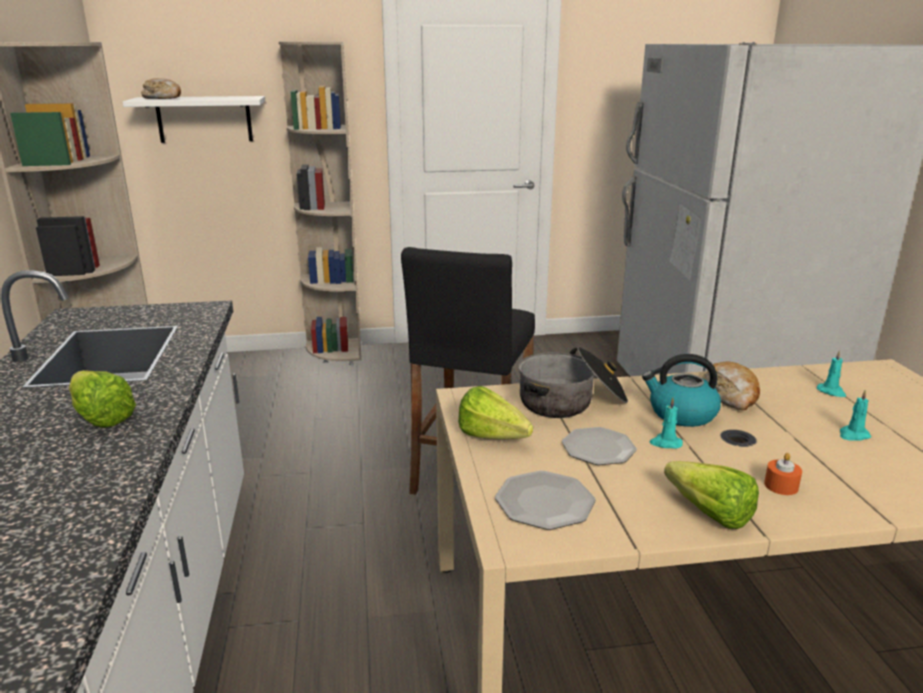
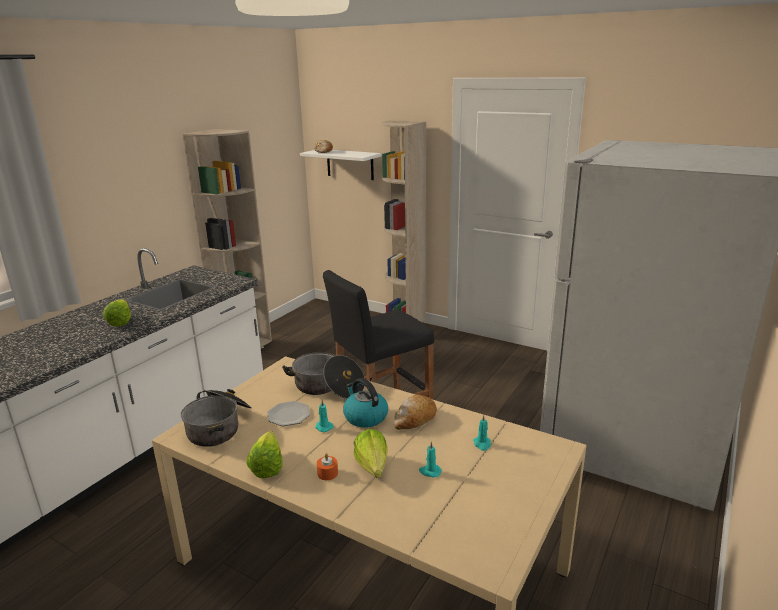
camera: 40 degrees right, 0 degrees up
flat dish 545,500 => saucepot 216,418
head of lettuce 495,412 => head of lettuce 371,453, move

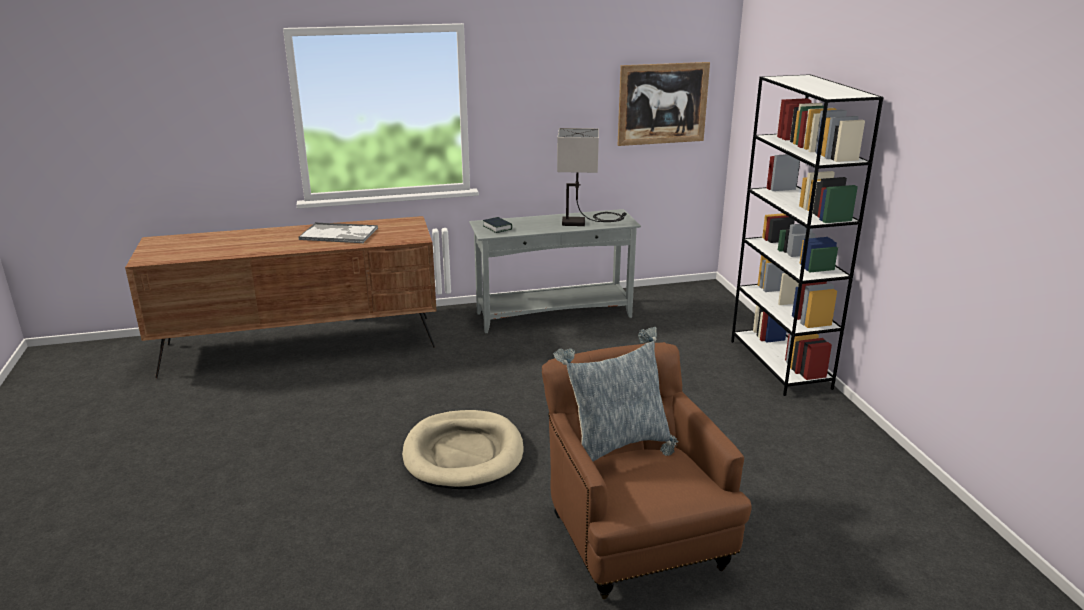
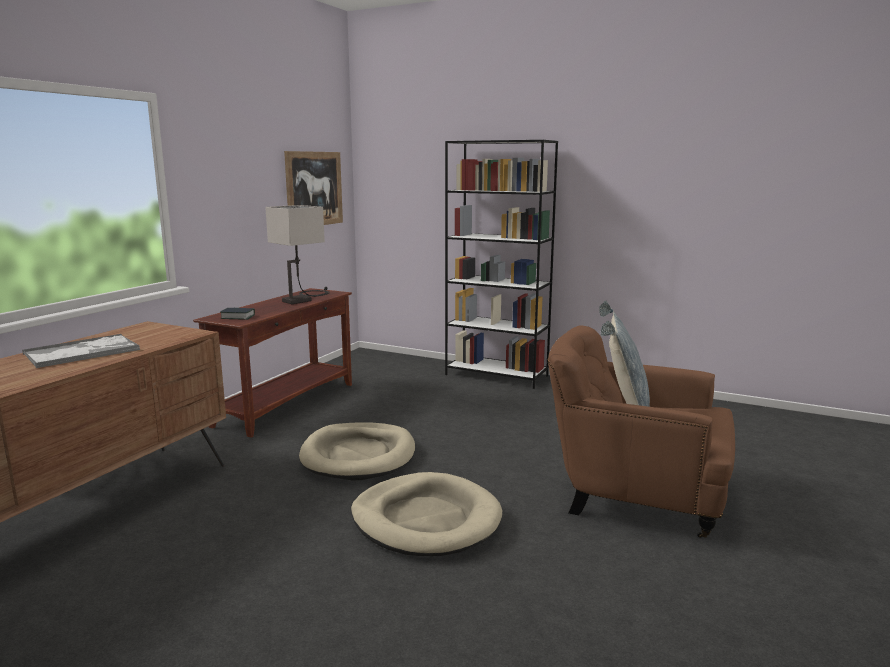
camera: 50 degrees left, 10 degrees down
greyish narrow table 555,271 => brown narrow table 272,363
nothing => sand-coloured dog bed 357,451

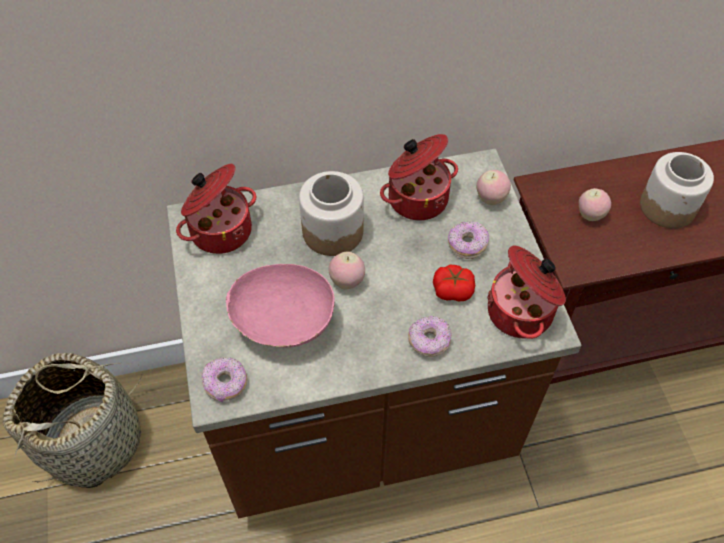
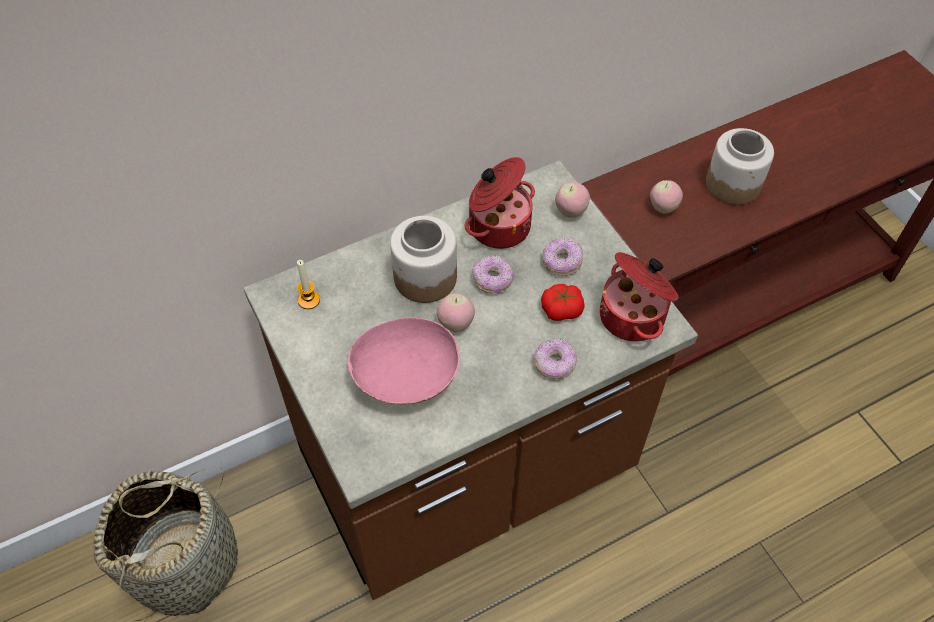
camera: 15 degrees left, 0 degrees up
saucepot 216,209 => wax candle 308,284
doughnut 224,379 => doughnut 493,274, move

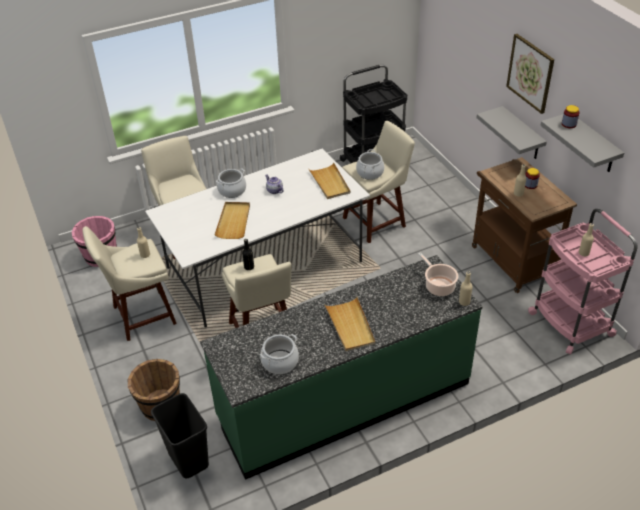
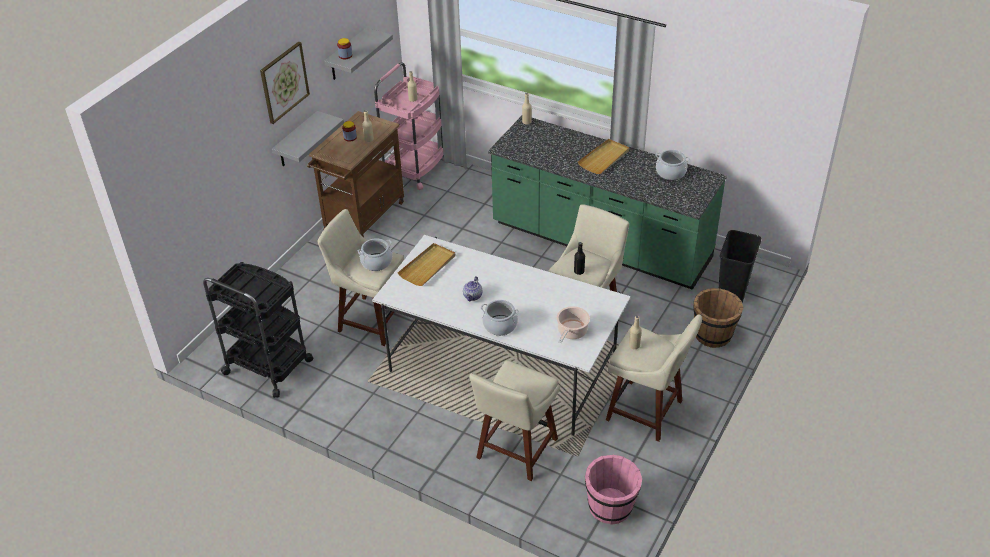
camera: 125 degrees left, 0 degrees up
saucepot 438,274 => saucepot 573,324, move
sand-coloured carrying tray 232,220 => nothing

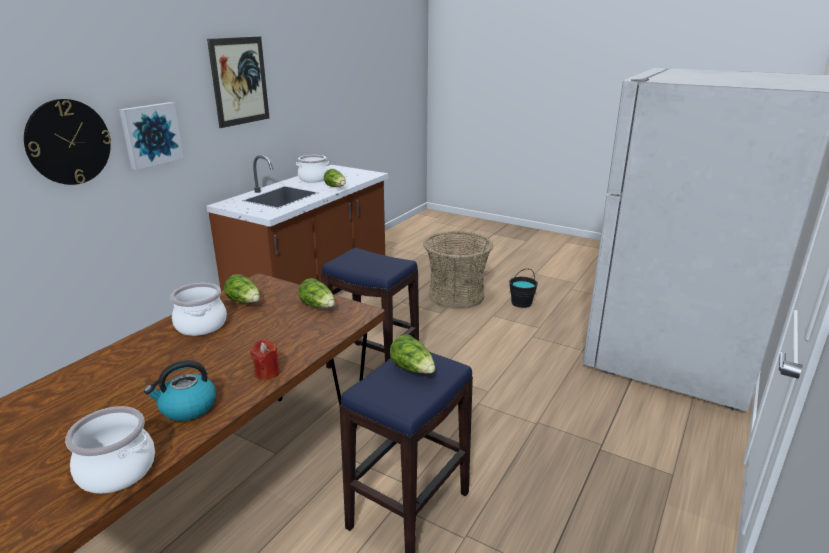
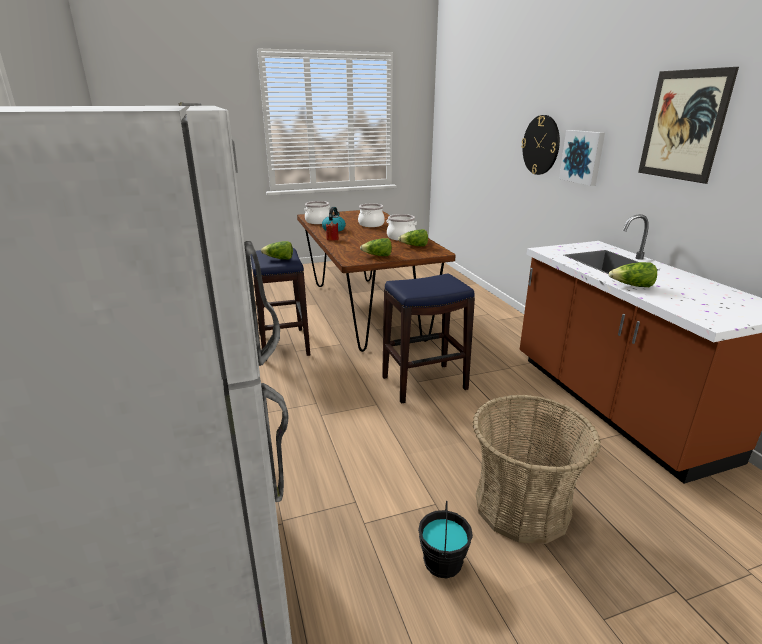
camera: 130 degrees right, 0 degrees up
saucepot 312,169 => saucepot 371,215, move

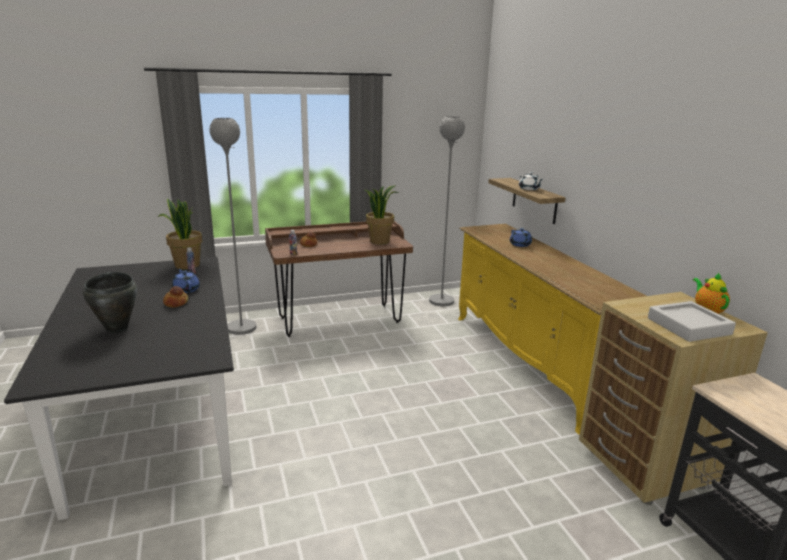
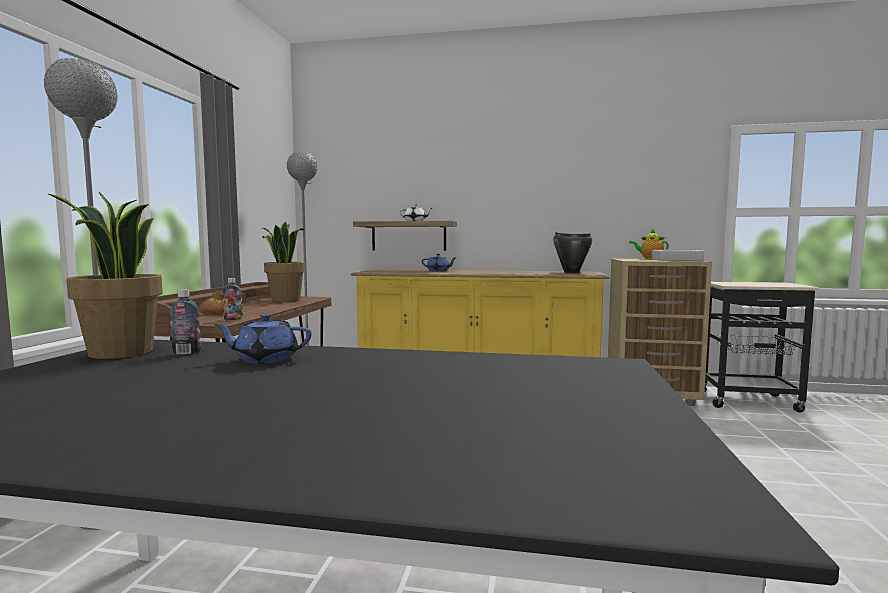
camera: 60 degrees left, 15 degrees down
blackish saucepot 110,302 => blackish saucepot 572,252, move
bakery bread 175,296 => nothing

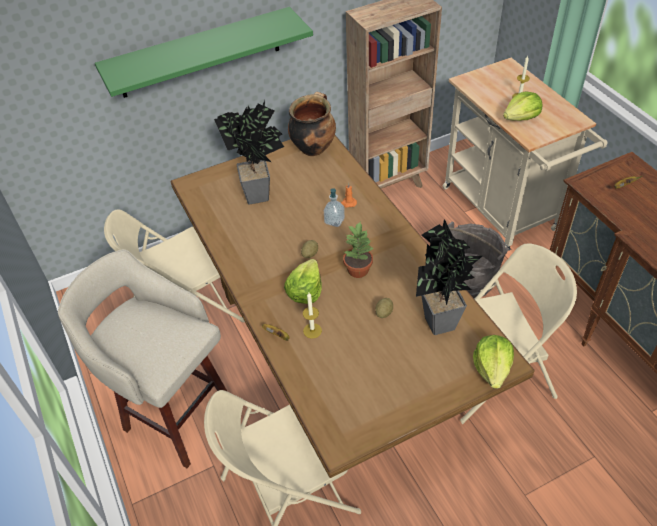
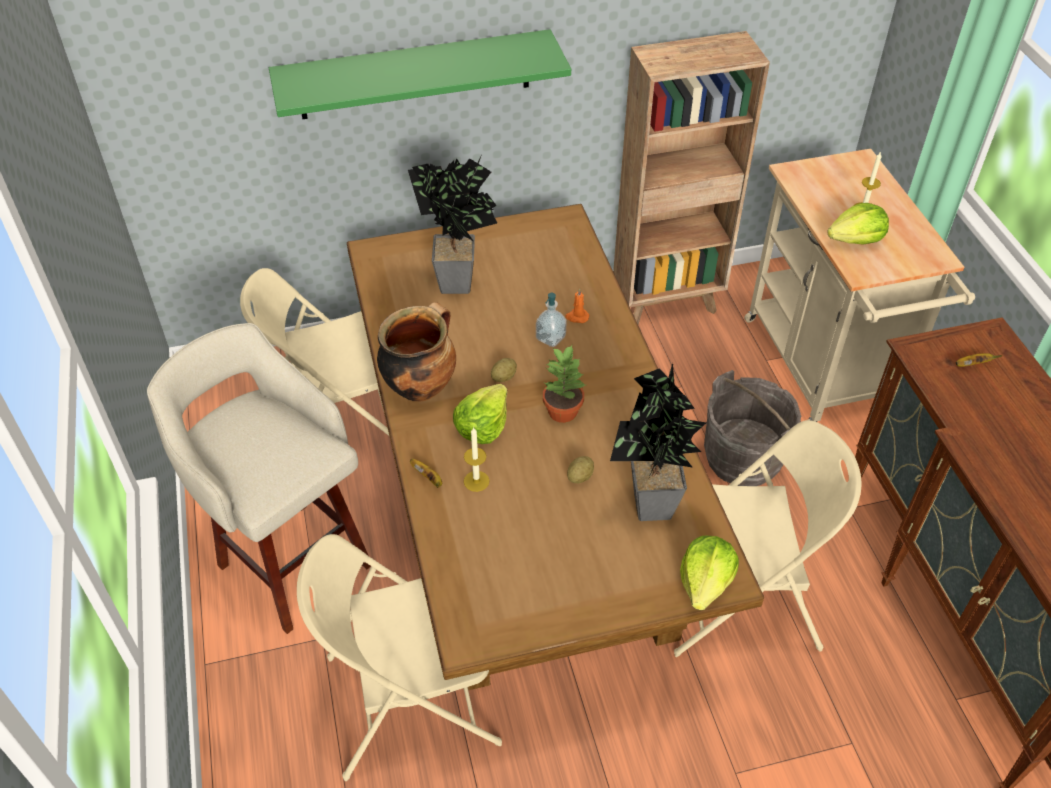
camera: 10 degrees right, 0 degrees up
saucepot 312,124 => saucepot 416,352, move

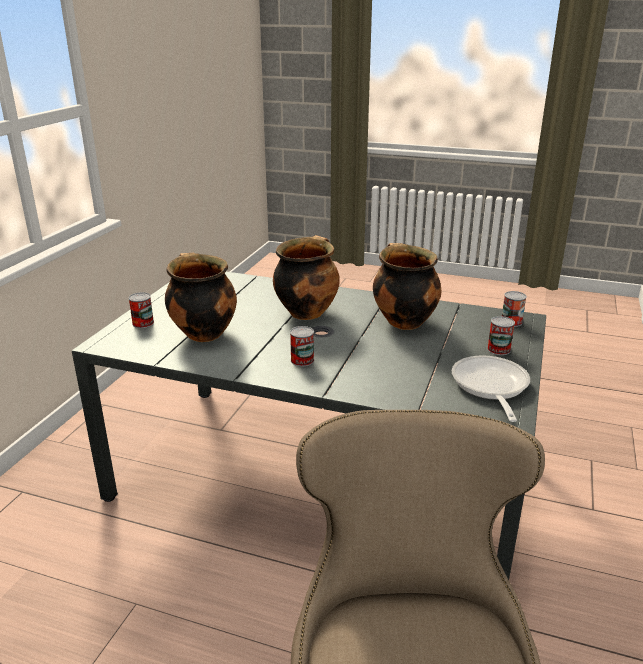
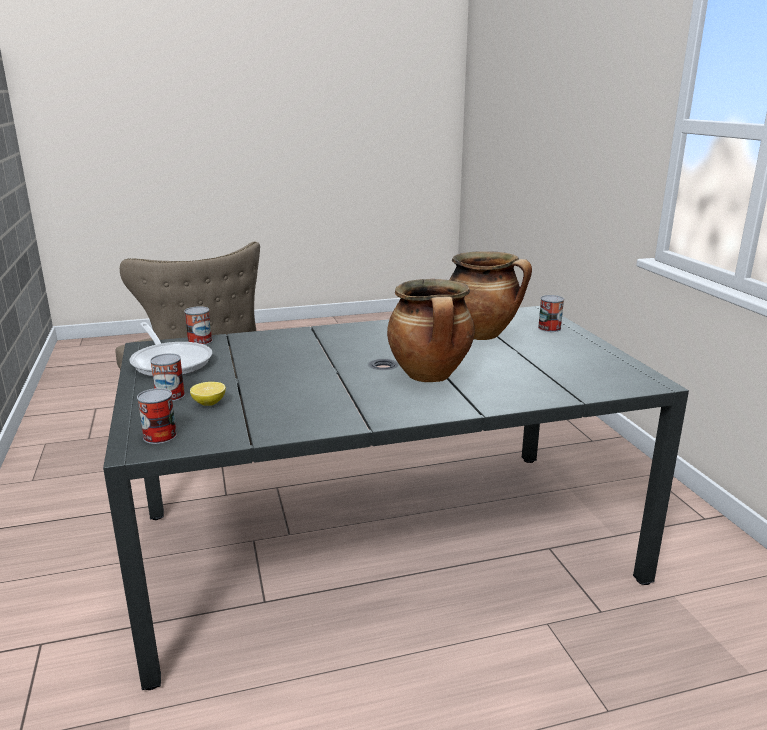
camera: 145 degrees right, 5 degrees down
can 302,346 => can 198,325, move
nothing => lemon 208,394
saucepot 407,286 => nothing

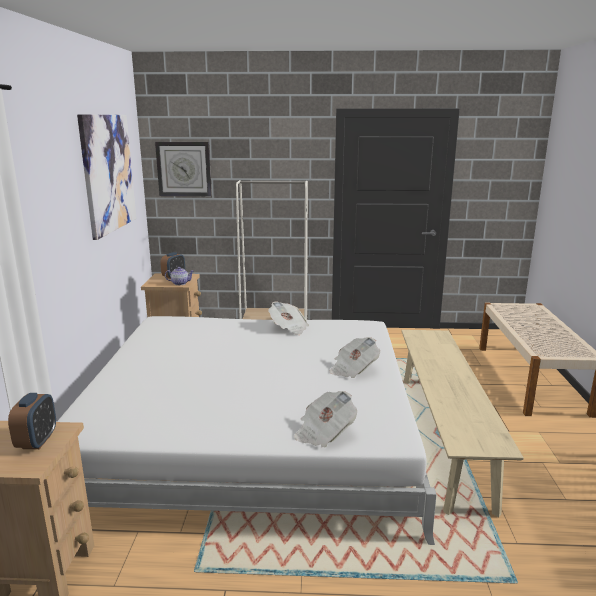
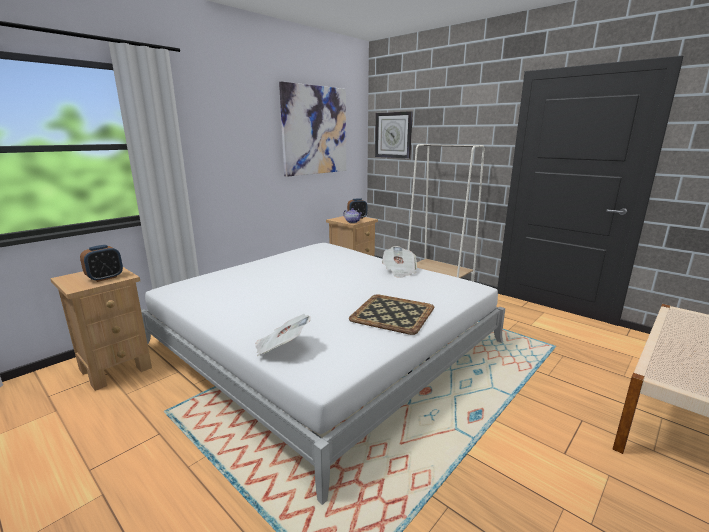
camera: 40 degrees right, 0 degrees up
newspaper 354,357 => carrying tray 391,314
sand-coloured bench 462,423 => nothing

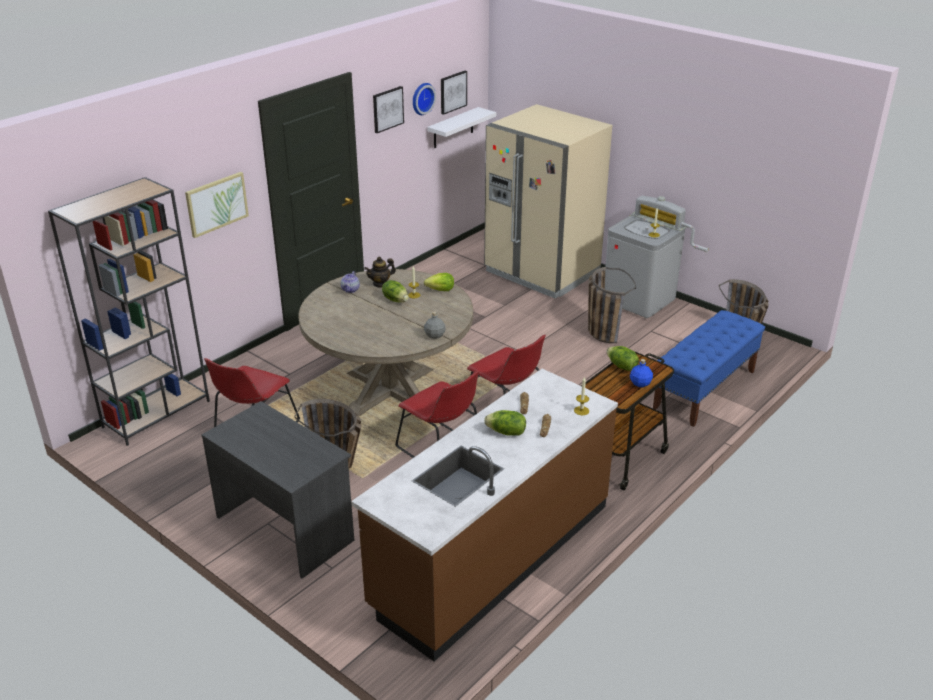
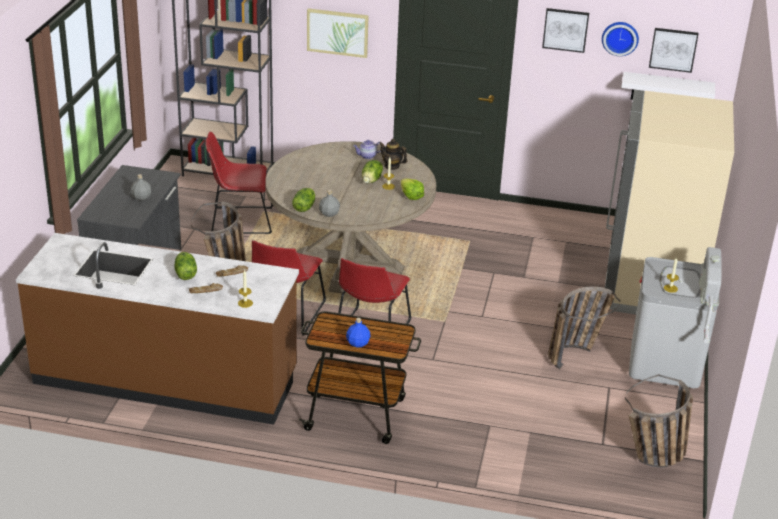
camera: 60 degrees right, 0 degrees up
nothing => greyish drink bottle 141,187
head of lettuce 622,358 => head of lettuce 303,200, move
blue bench 709,368 => nothing

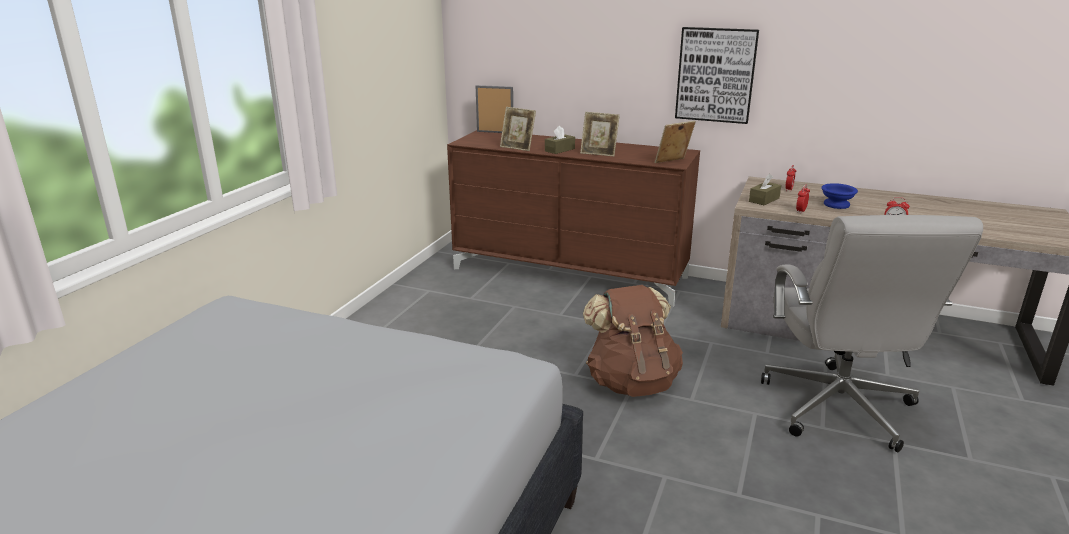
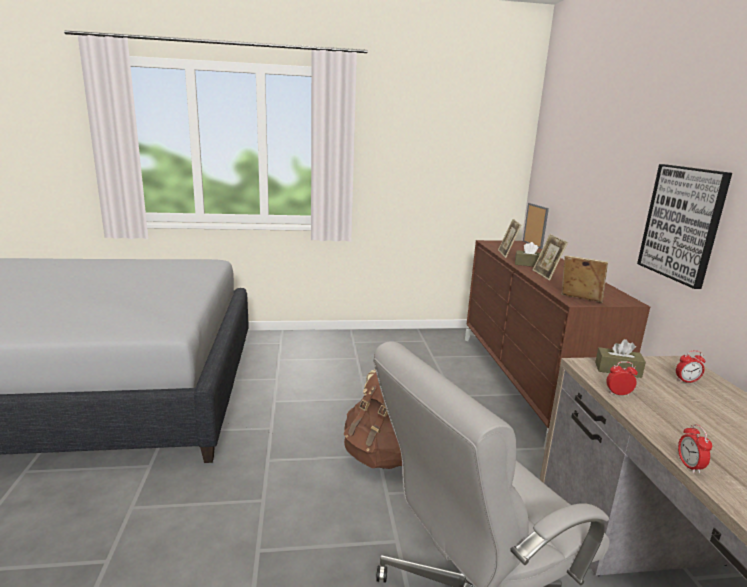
camera: 60 degrees right, 5 degrees down
blue bowl 839,196 => nothing

